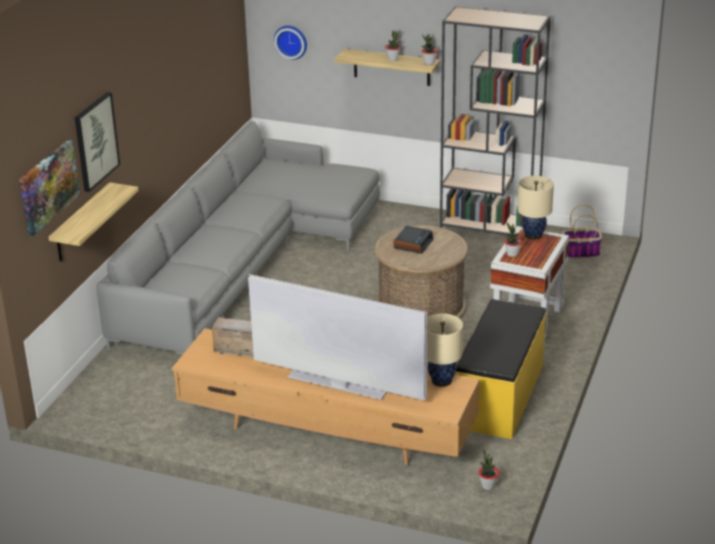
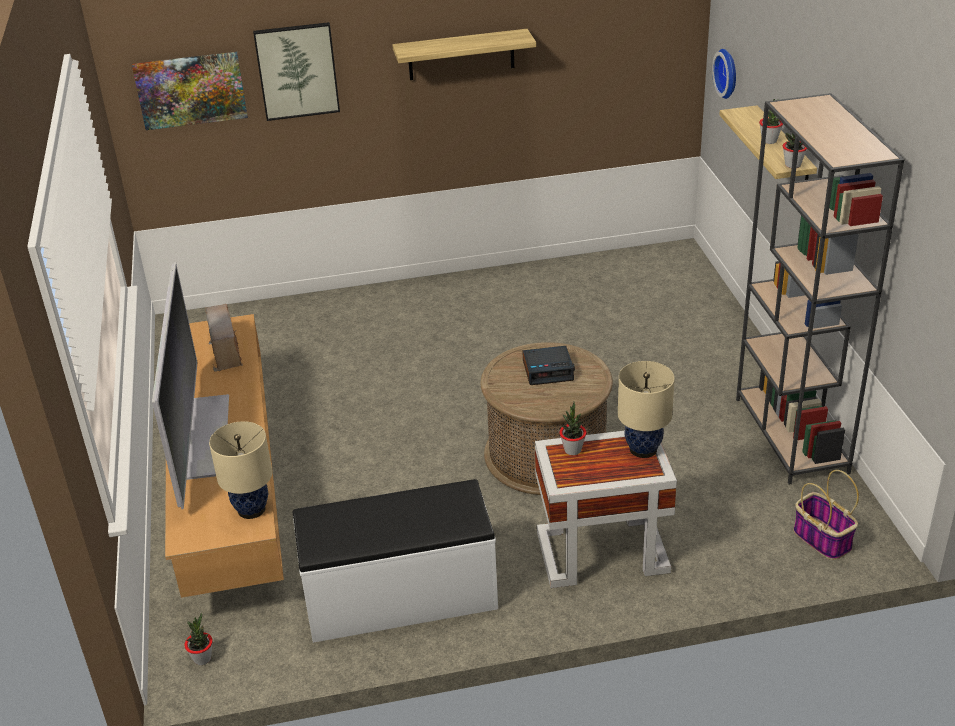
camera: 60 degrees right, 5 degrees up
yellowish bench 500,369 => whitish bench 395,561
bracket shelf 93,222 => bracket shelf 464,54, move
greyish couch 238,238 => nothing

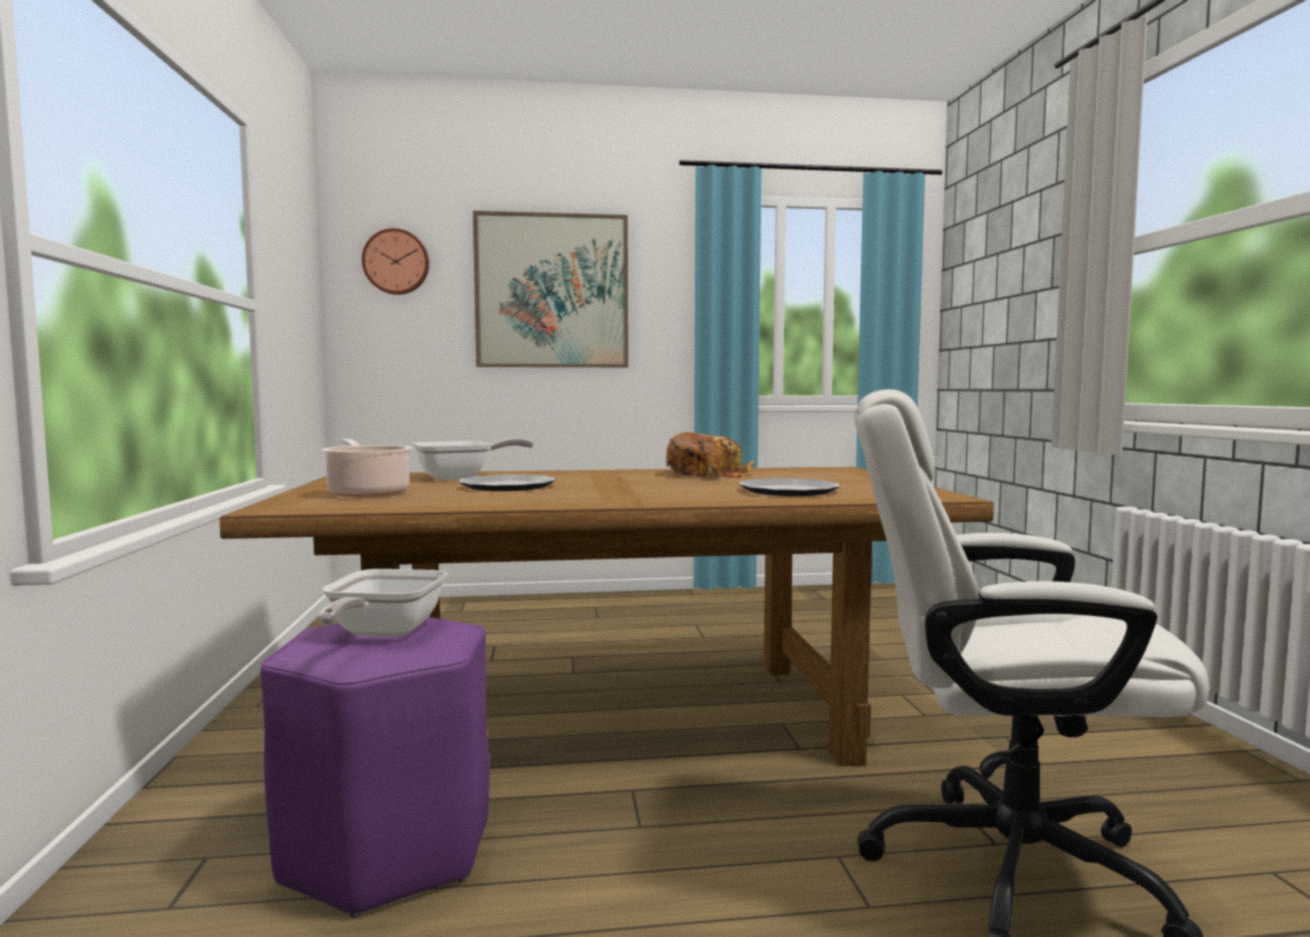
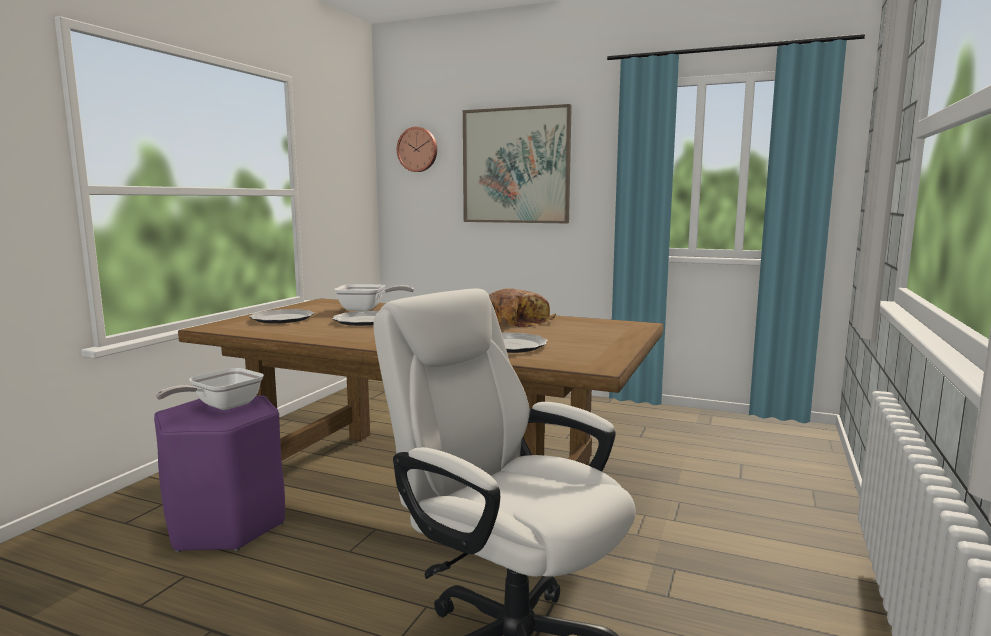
camera: 30 degrees right, 5 degrees up
saucepot 366,468 => flat dish 281,316

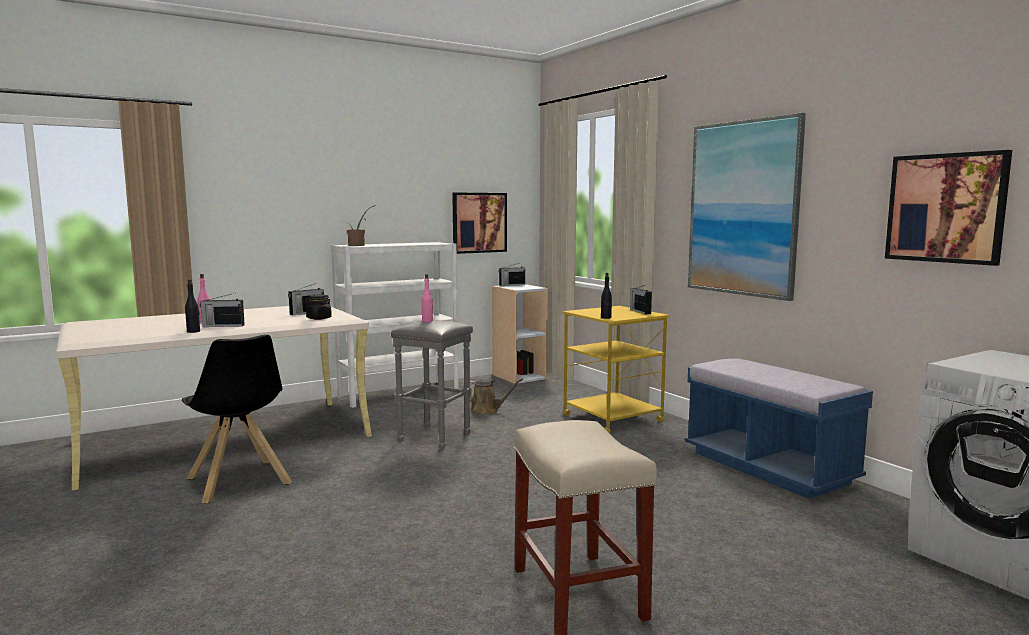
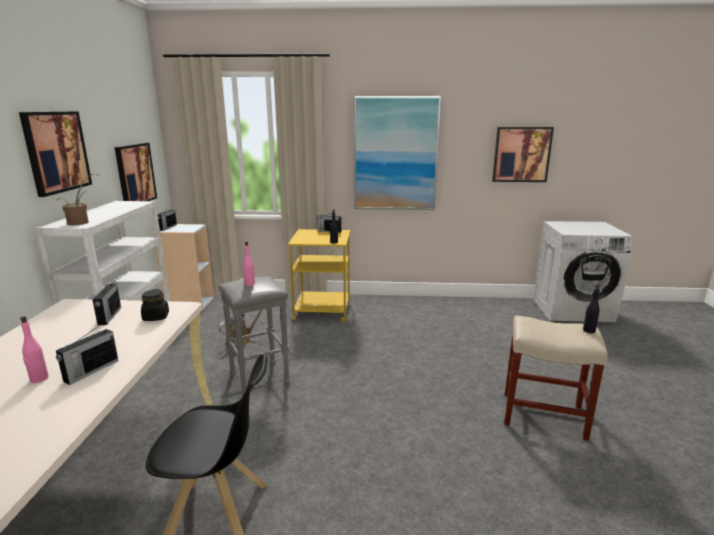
camera: 55 degrees left, 10 degrees up
nothing => picture 55,154
blackish drink bottle 192,306 => blackish drink bottle 591,308, move
blue bench 779,429 => nothing

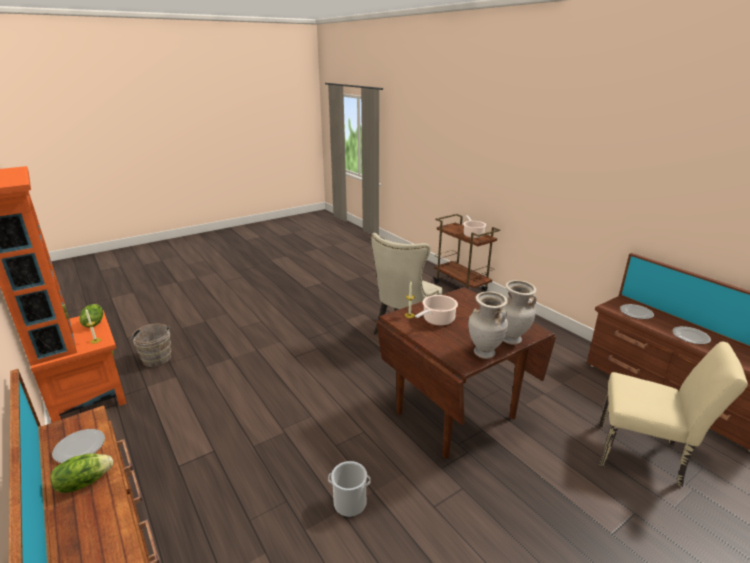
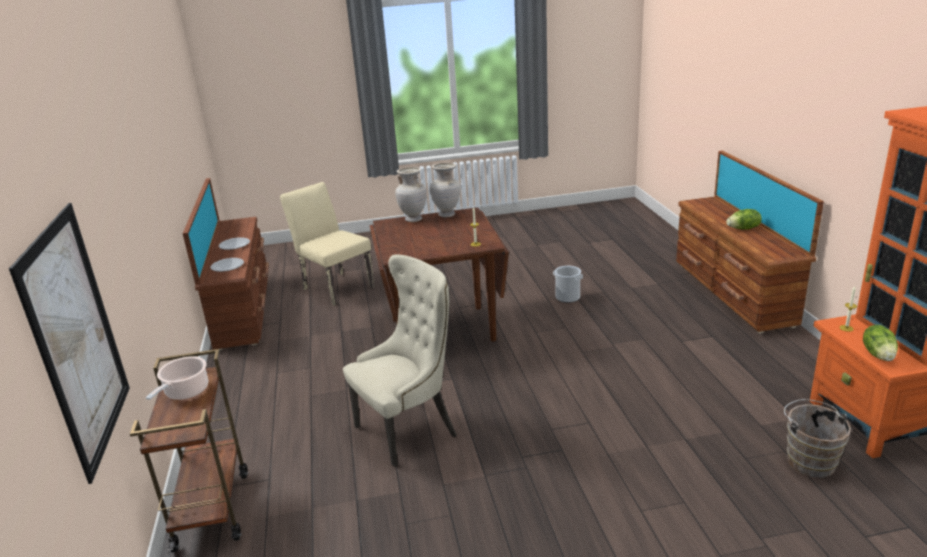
camera: 155 degrees left, 0 degrees up
nothing => picture 69,343
flat dish 78,446 => nothing
saucepot 436,310 => nothing

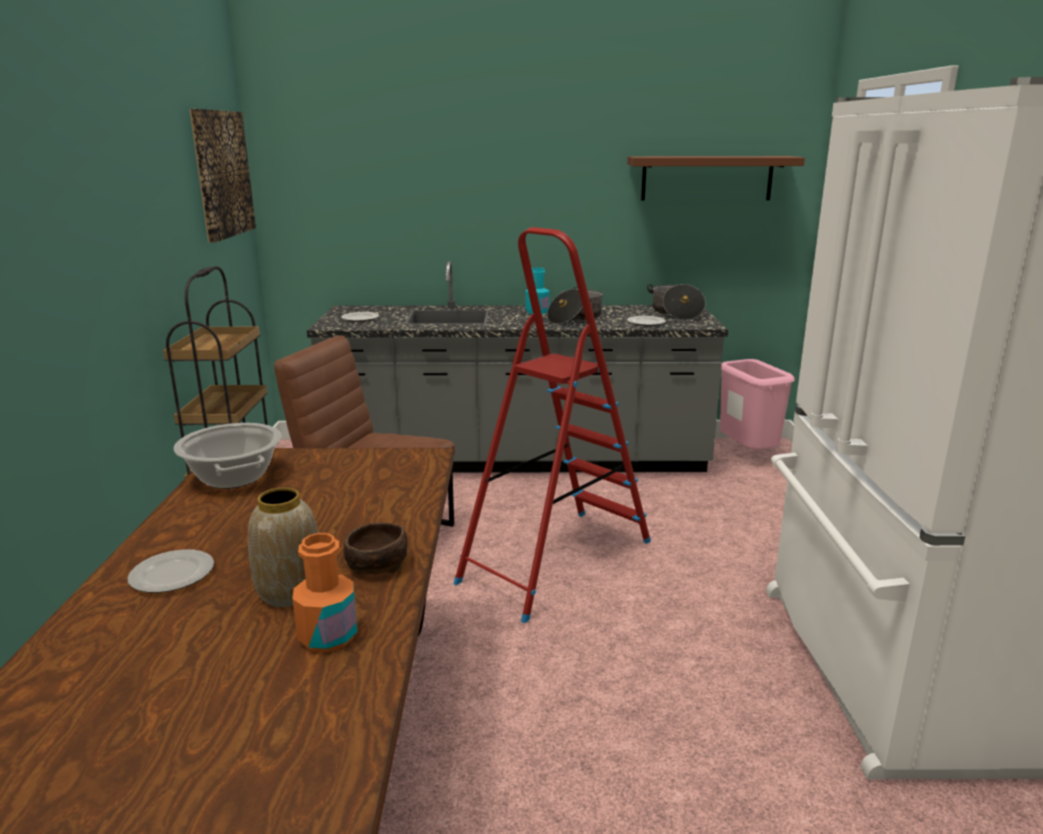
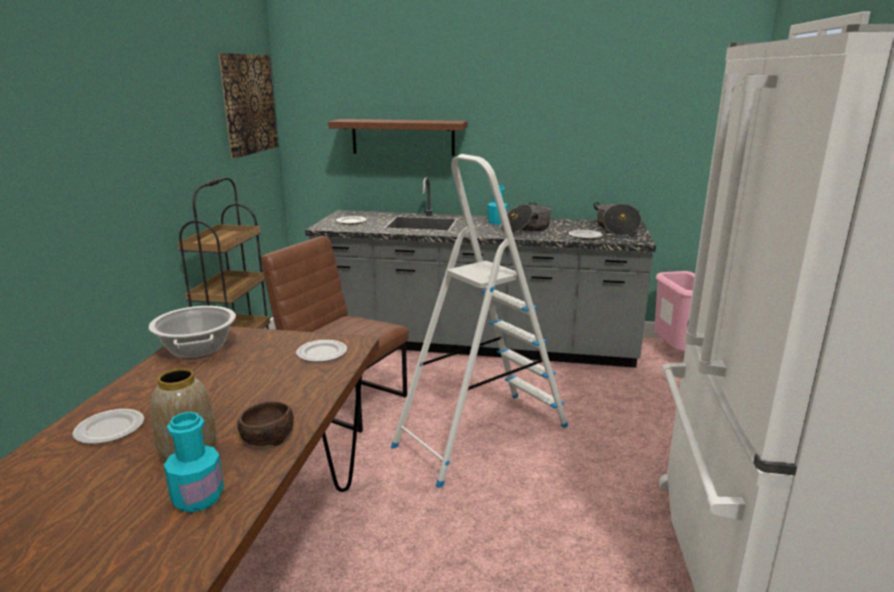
camera: 10 degrees right, 0 degrees up
orange drink bottle 324,592 => turquoise-coloured drink bottle 194,462
nothing => flat dish 321,351
brown bracket shelf 716,178 => brown bracket shelf 398,137, move
reddish step ladder 552,425 => whitish step ladder 479,321

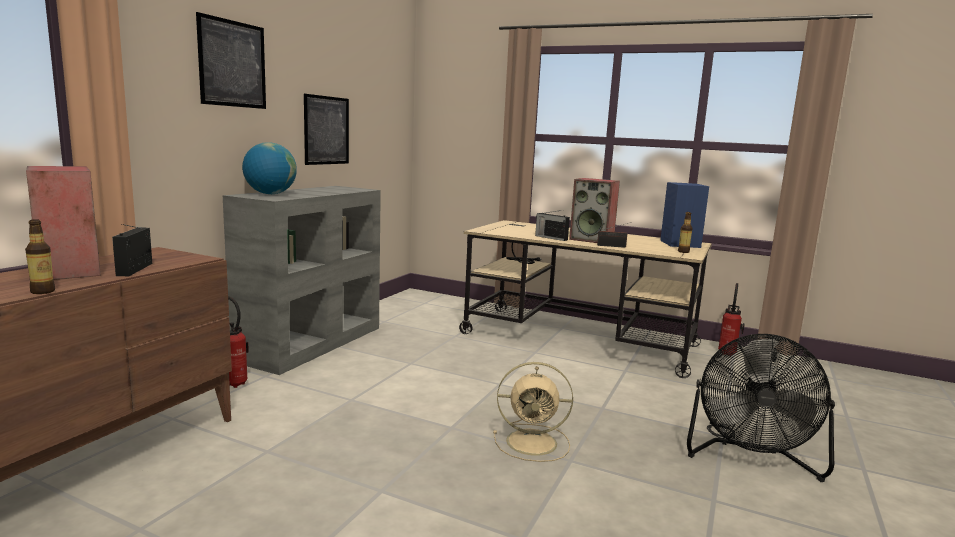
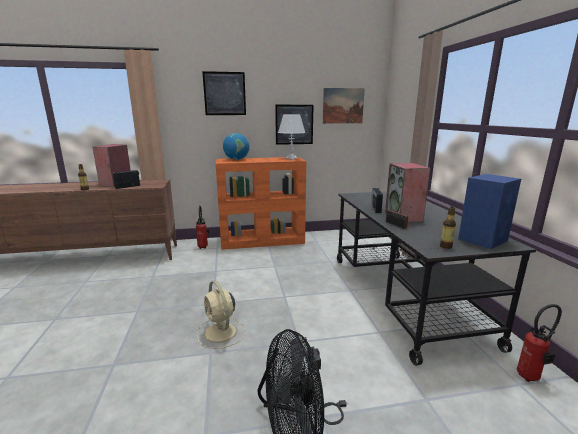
camera: 55 degrees right, 5 degrees up
greyish bookcase 302,280 => orange bookcase 261,203
nothing => whitish tabletop lamp 292,137
nothing => picture 344,106
sand-coloured desk unit 585,299 => blackish desk unit 436,279

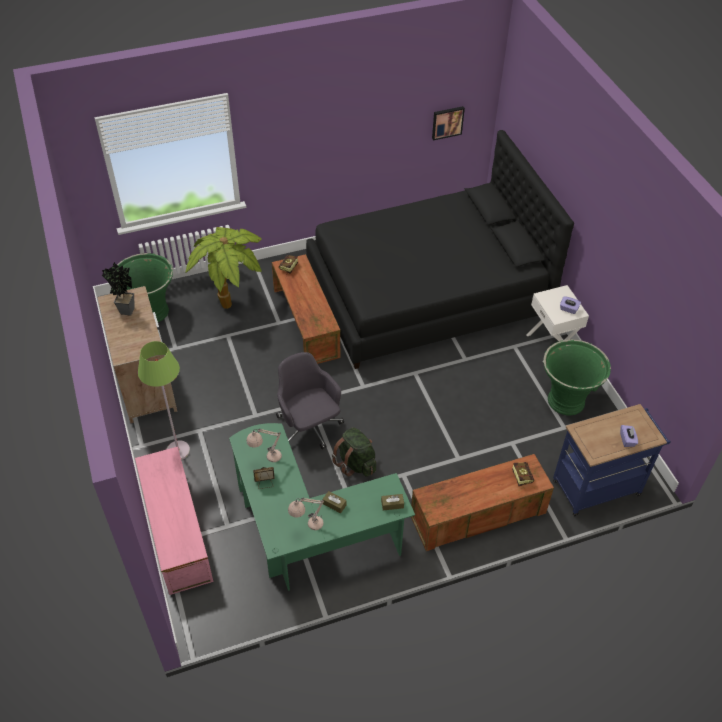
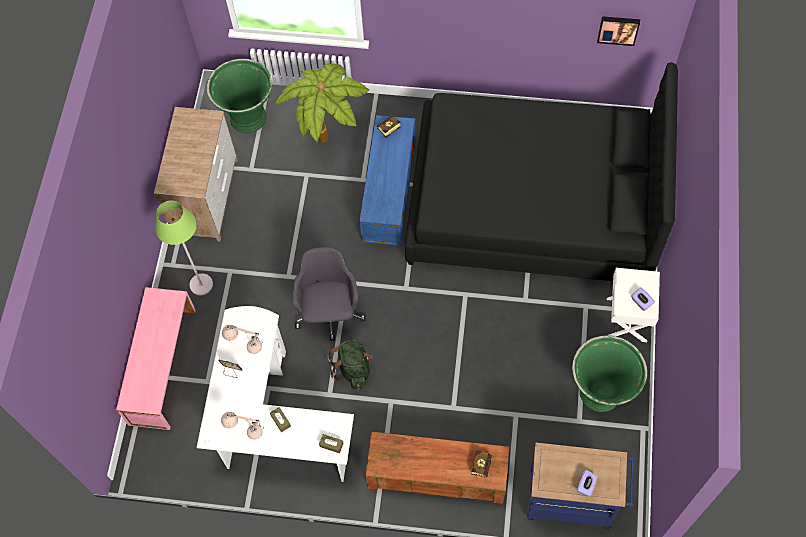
camera: 30 degrees right, 15 degrees up
green desk unit 322,507 => whitish desk unit 275,394
brown bench 306,309 => blue bench 387,180
houseplant 118,289 => nothing

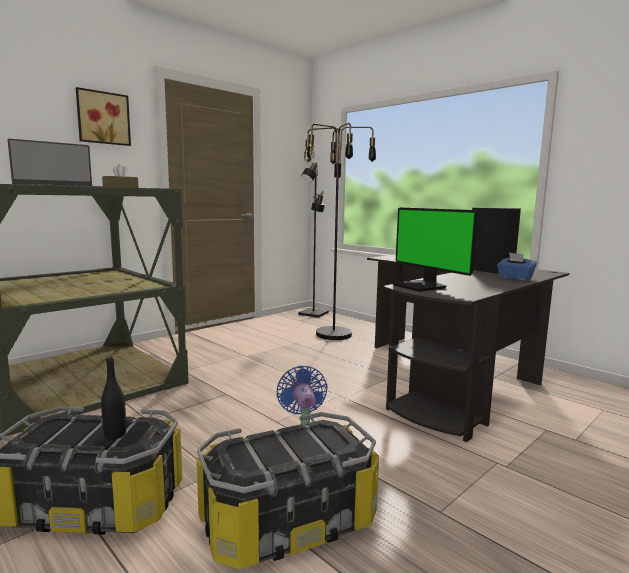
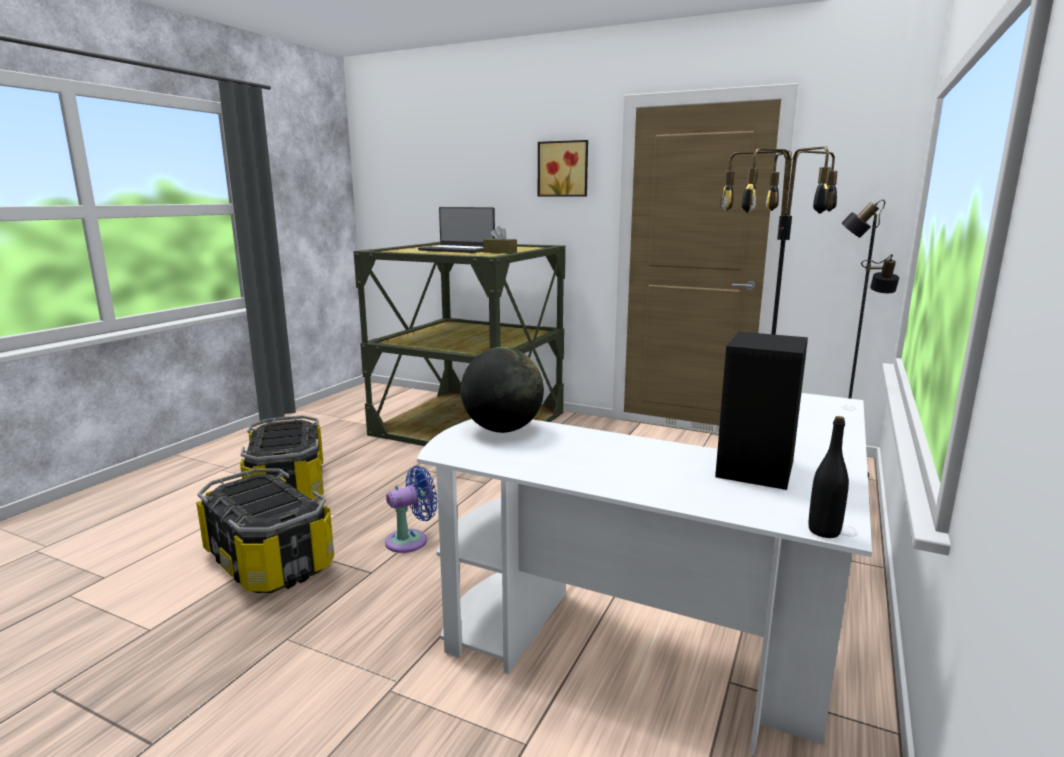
camera: 70 degrees right, 5 degrees up
blackish desk unit 468,348 => whitish desk unit 644,574
monitor 435,250 => desk globe 502,390
blackish drink bottle 113,397 => blackish drink bottle 829,477, move
blue box of tissues 517,266 => nothing

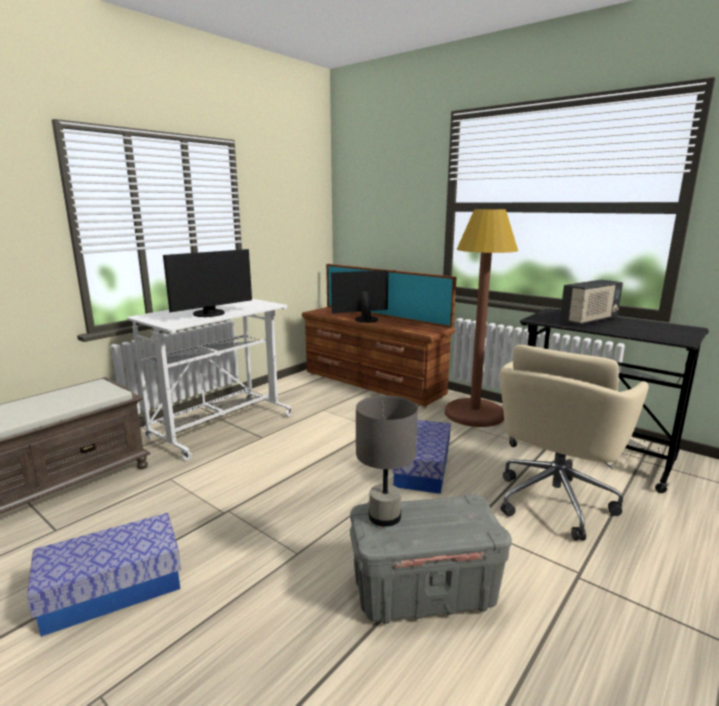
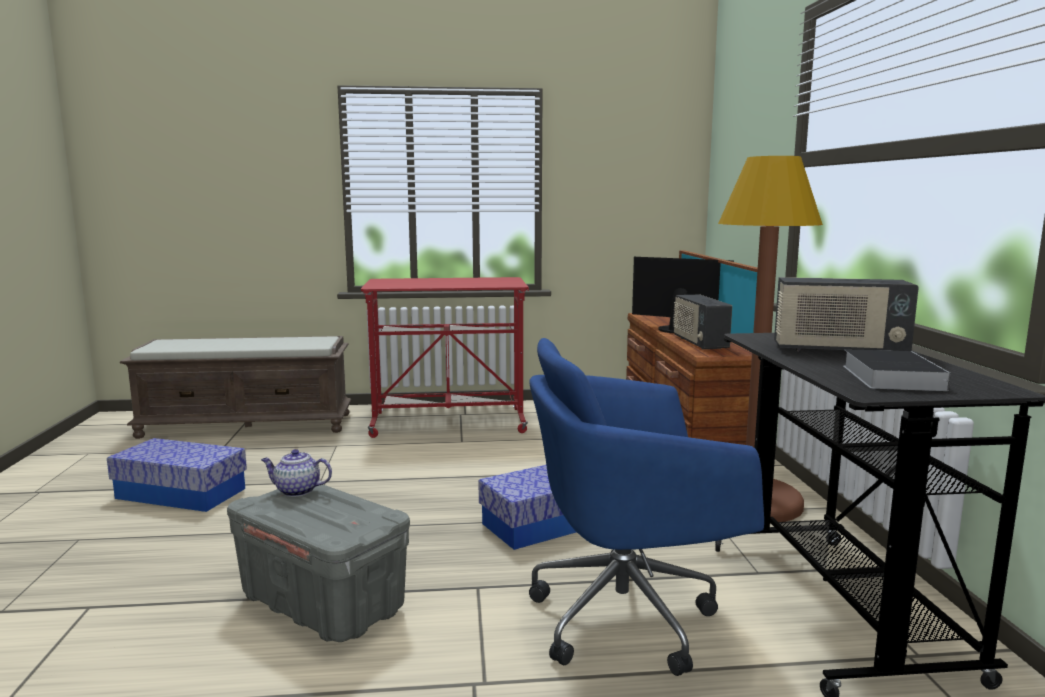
camera: 45 degrees right, 5 degrees down
greyish tabletop lamp 387,461 => tea pot 296,473
whitish desk unit 209,380 => reddish desk unit 445,357
sand-coloured desk chair 574,443 => blue desk chair 646,507
nothing => radio set 702,322
nothing => volume 897,370
monitor 207,283 => nothing

